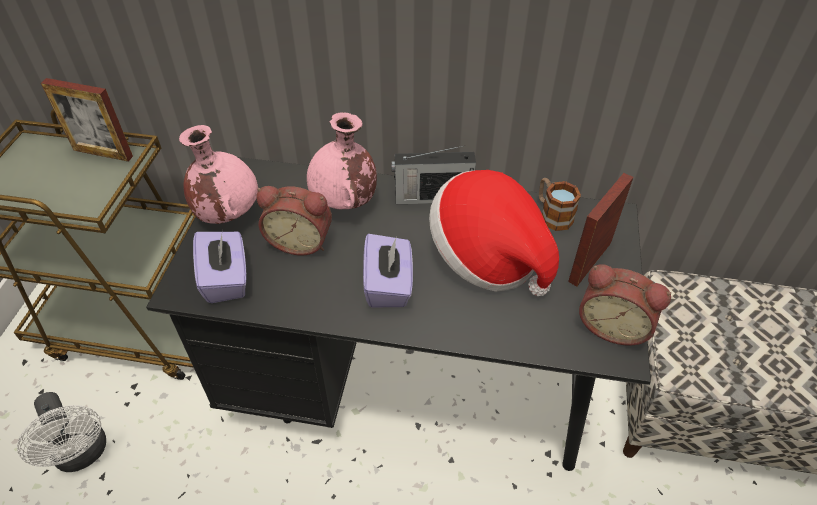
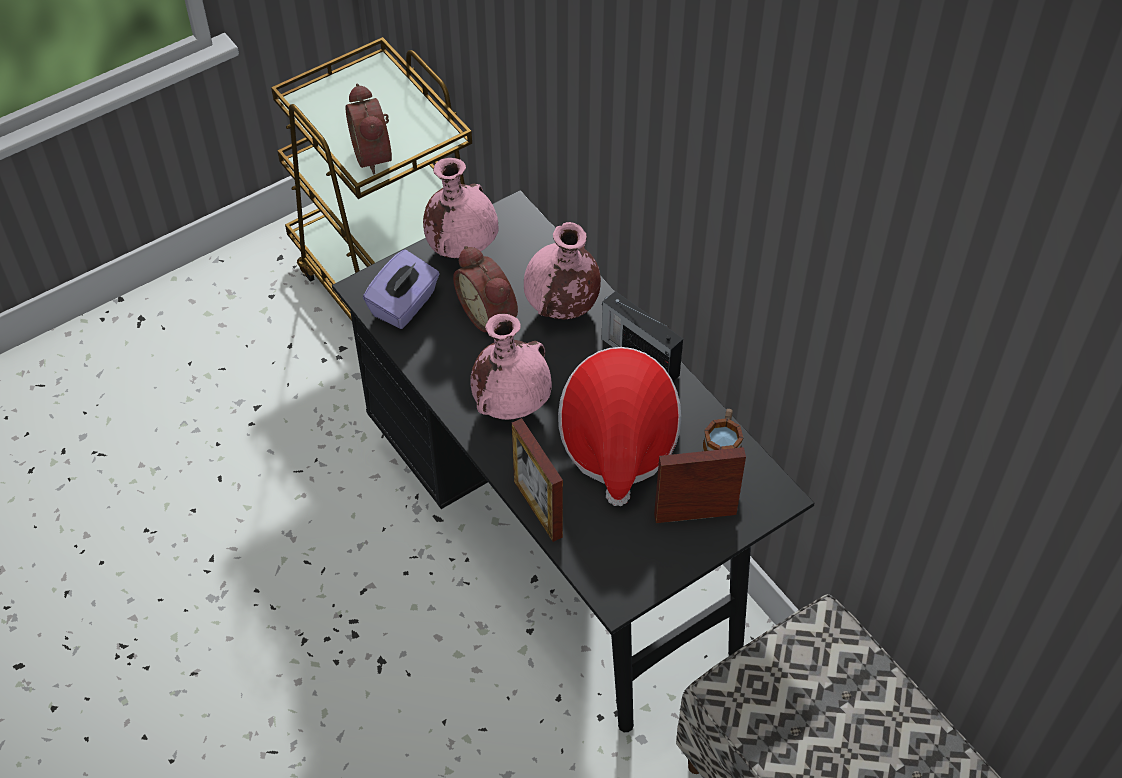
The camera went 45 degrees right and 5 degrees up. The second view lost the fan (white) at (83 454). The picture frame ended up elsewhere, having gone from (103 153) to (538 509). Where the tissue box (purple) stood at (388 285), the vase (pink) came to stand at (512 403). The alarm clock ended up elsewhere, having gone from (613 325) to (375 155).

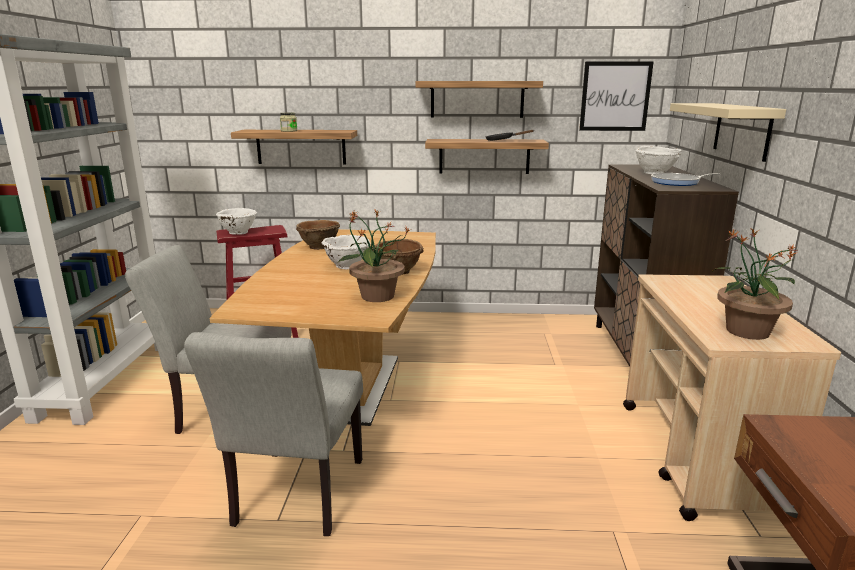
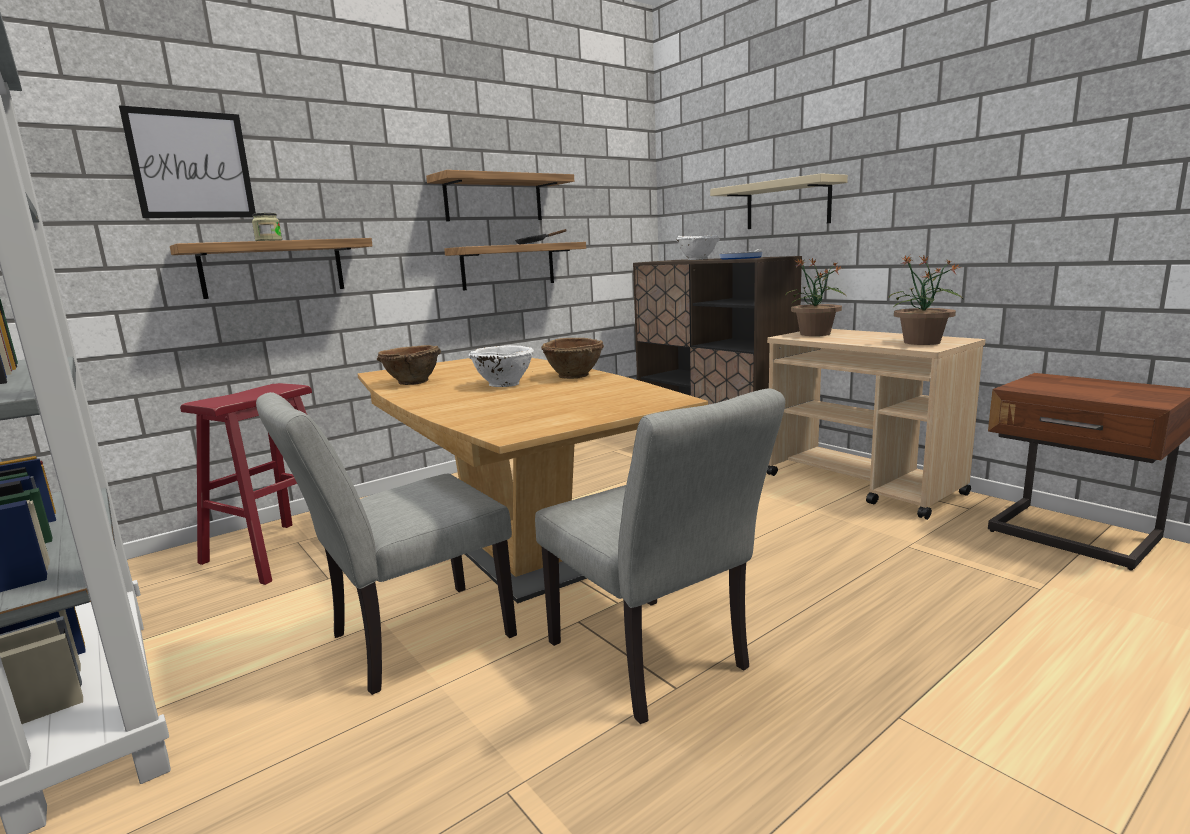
The camera went 40 degrees left and 5 degrees down. The second view lost the bowl (white) at (238 232). The potted plant ended up elsewhere, having gone from (376 296) to (815 334). The picture ended up elsewhere, having gone from (615 96) to (191 165).

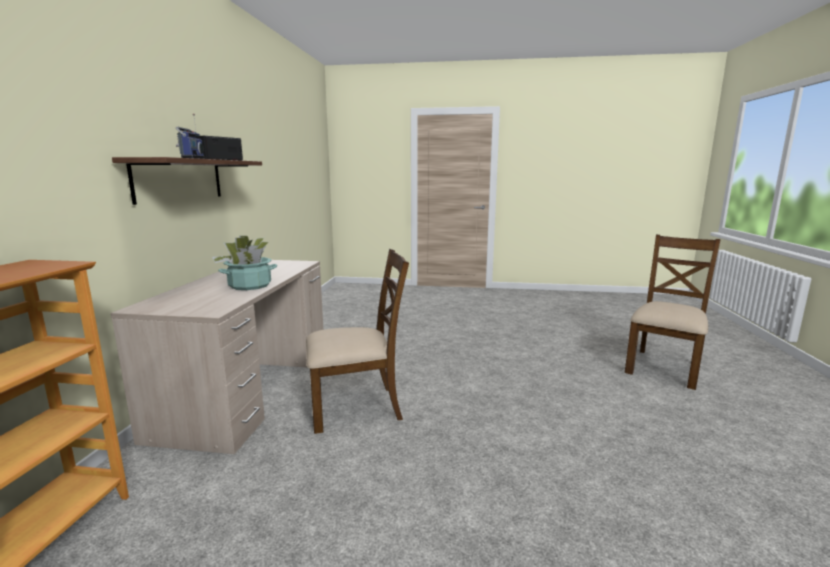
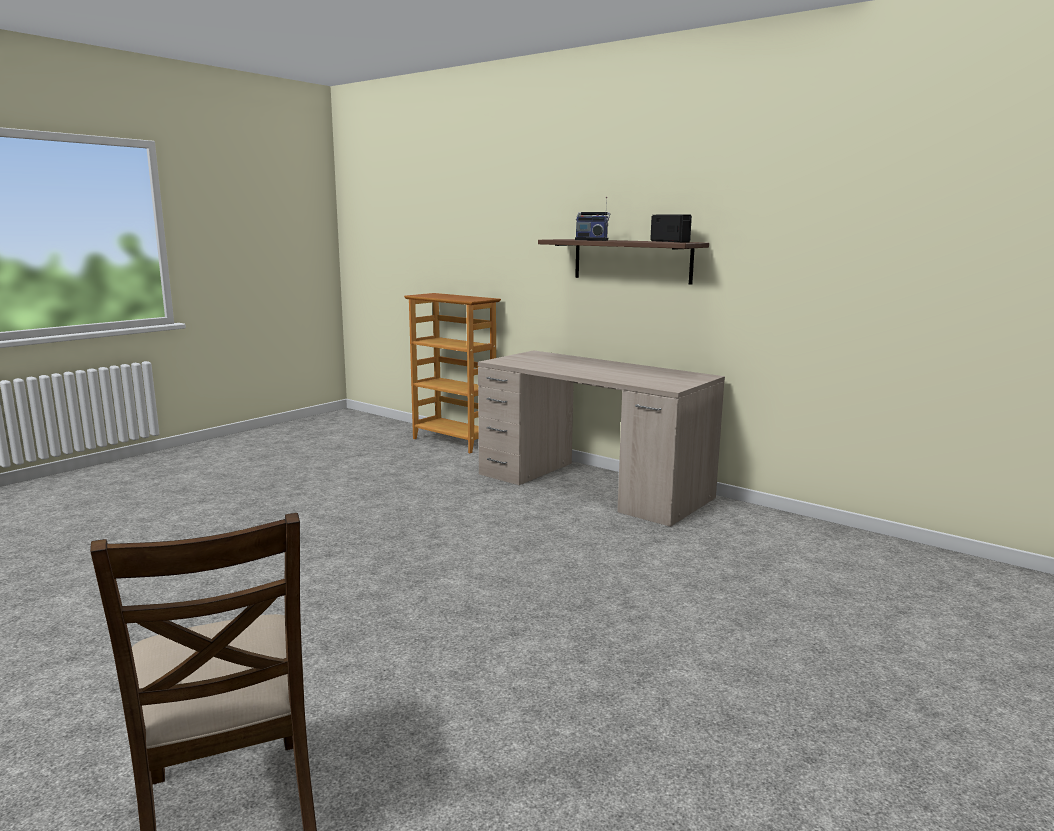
The camera went 120 degrees right and 0 degrees up. The second view lost the potted plant at (250 286). The second view lost the chair (brown) at (357 407).

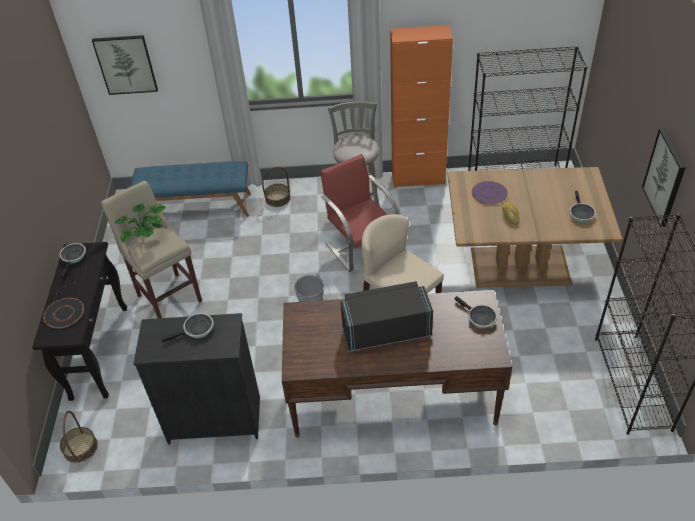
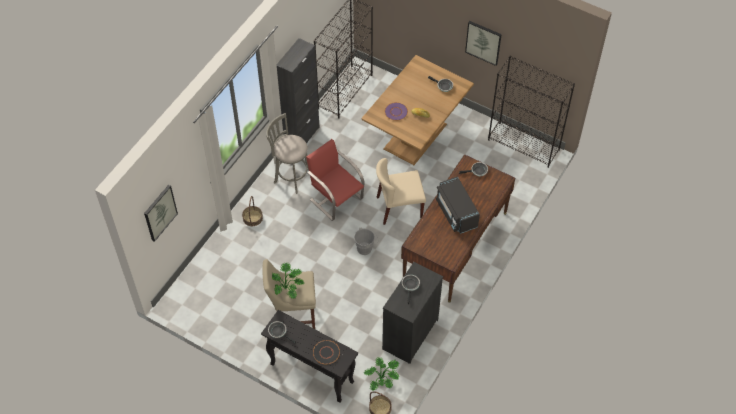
The camera went 60 degrees left and 10 degrees up. The second view lost the bench (blue) at (196 207). The chair (red) at (361 246) ended up facing another way, 45 degrees clockwise from before. The microwave (black) at (386 331) ended up facing another way, 45 degrees counterclockwise from before. What was the cabinet (orange) at (418 178) turned into the cabinet (black) at (301 136). The second view gained the potted plant at (382 380).

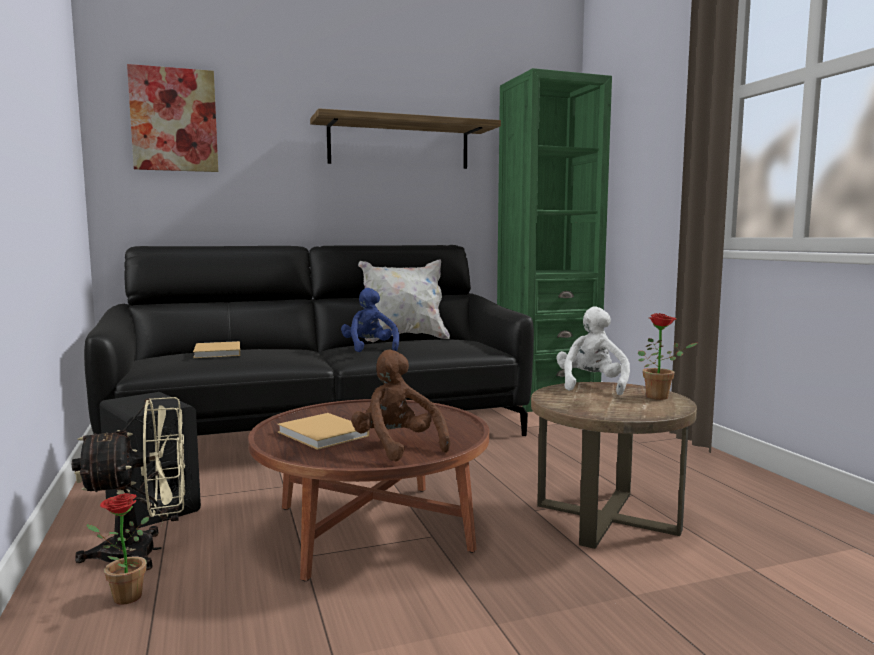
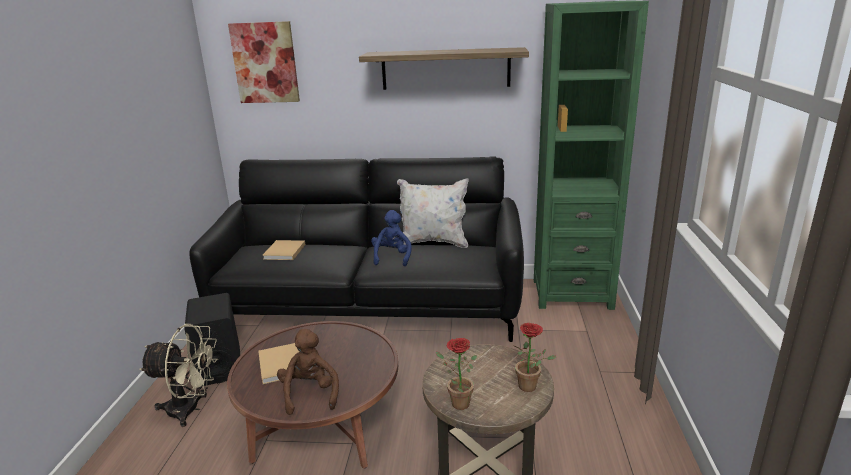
The camera went 25 degrees right and 15 degrees up. The potted plant ended up elsewhere, having gone from (121 597) to (456 403). The second view lost the plush toy (white) at (591 386).

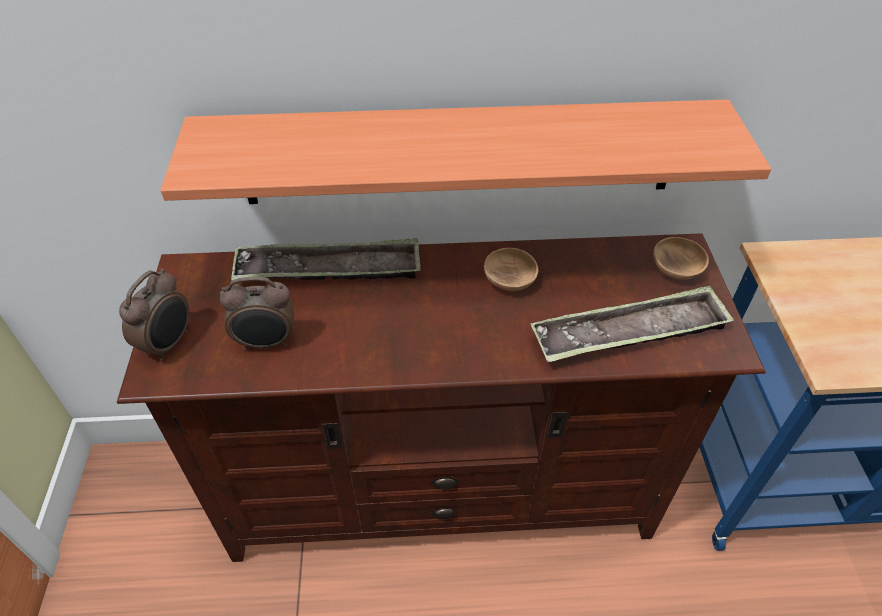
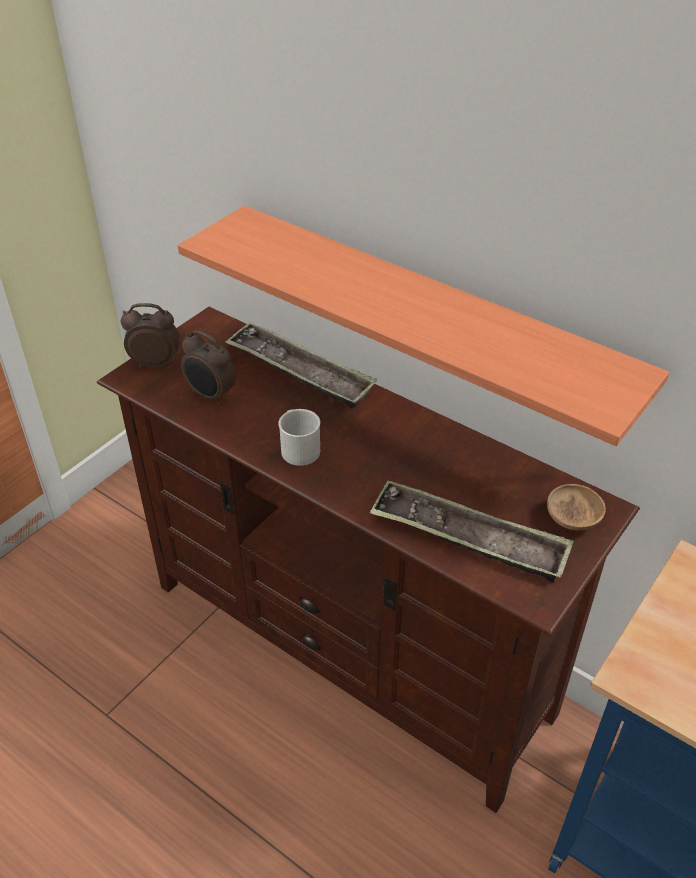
The camera went 40 degrees right and 5 degrees down. The alarm clock at (169 343) ended up facing another way, 150 degrees counterclockwise from before. The second view lost the bowl (brown) at (509 280). The second view gained the mug (white) at (298 447).

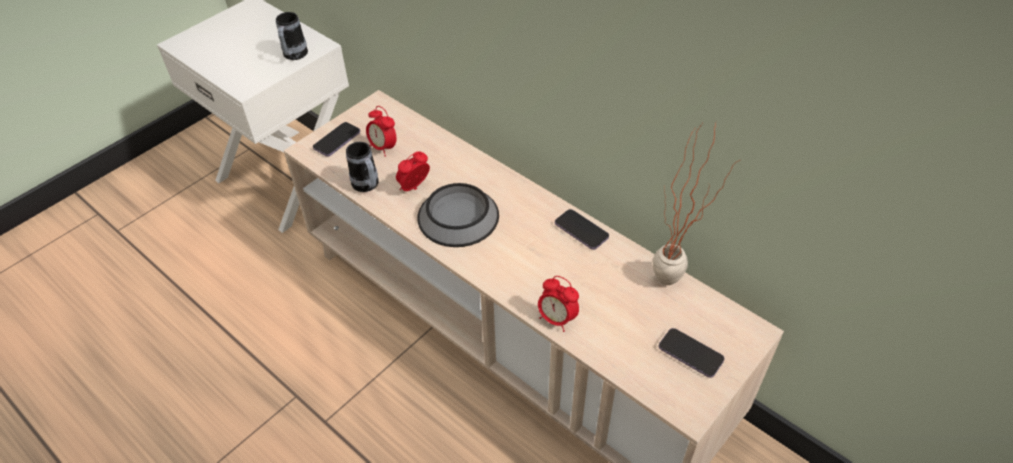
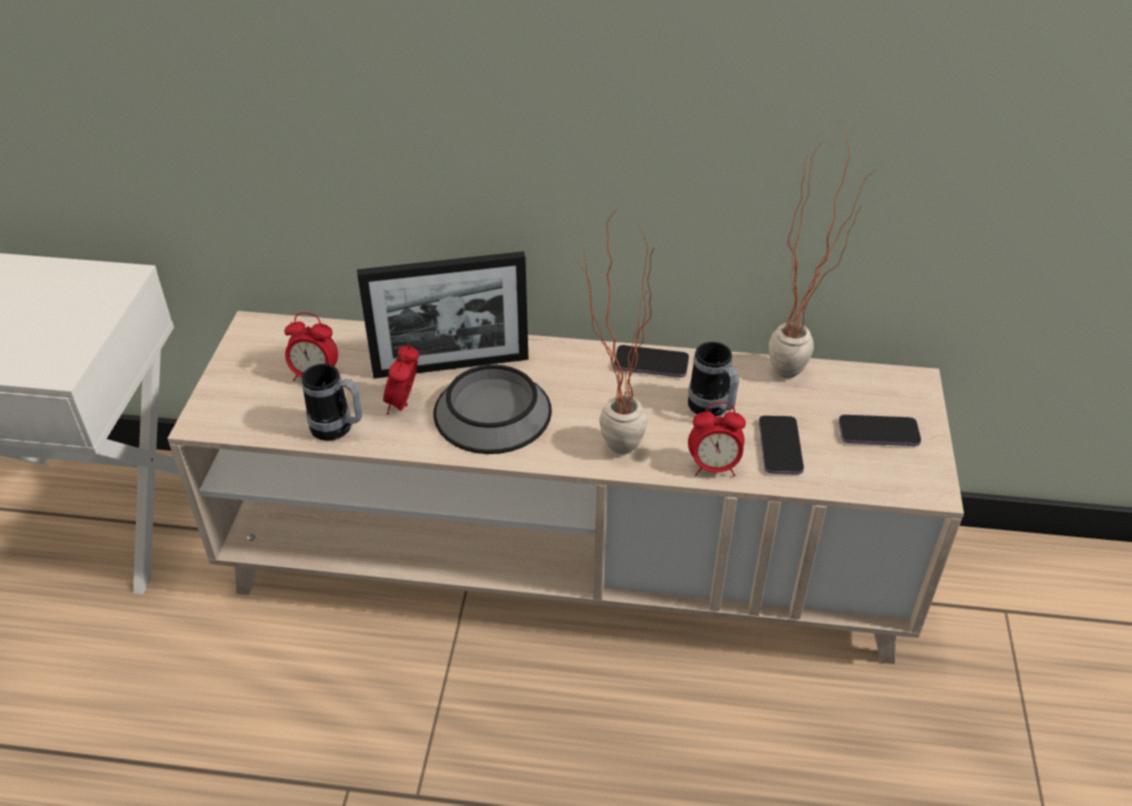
The camera went 35 degrees left and 5 degrees down. The mug ended up elsewhere, having gone from (294 56) to (712 410). The phone ended up elsewhere, having gone from (337 140) to (780 447). The second view gained the picture frame at (451 366). The second view gained the potted plant at (607 448).

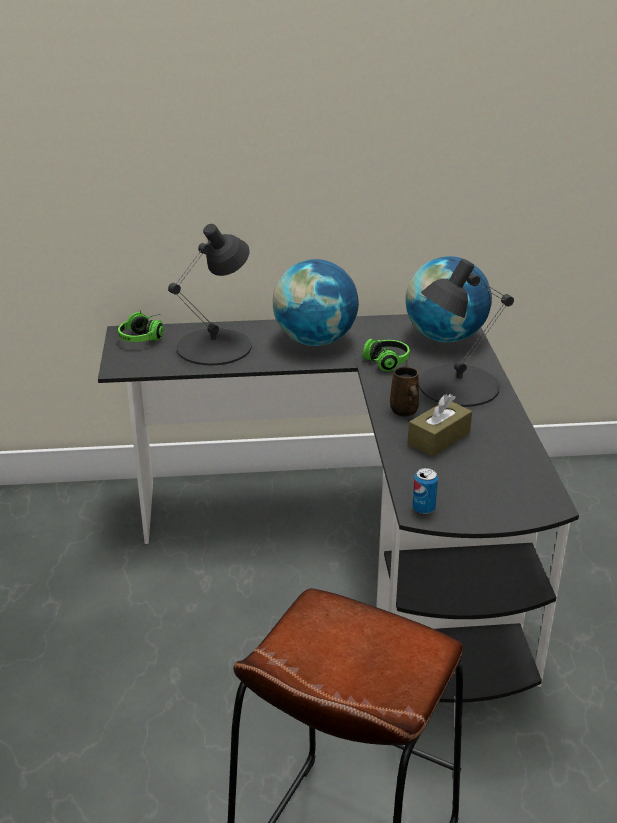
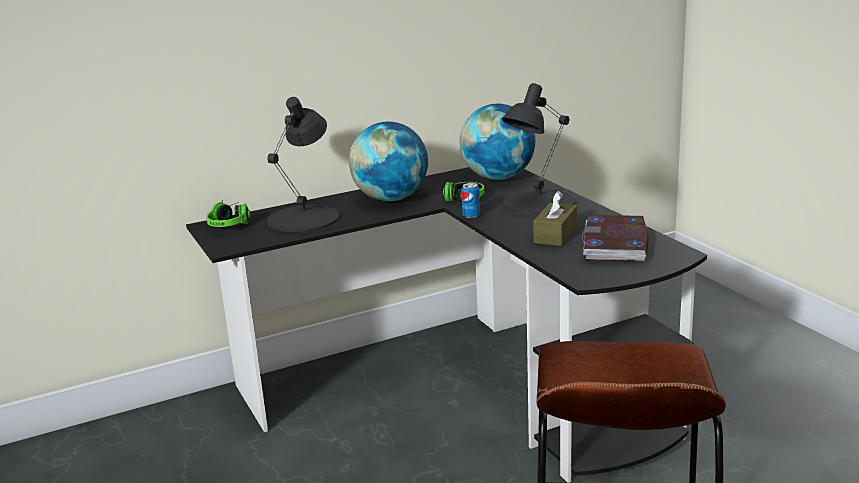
The camera went 20 degrees left and 10 degrees down. The second view lost the mug (brown) at (404 411). The can ended up elsewhere, having gone from (423 508) to (471 215). The second view gained the book at (615 243).

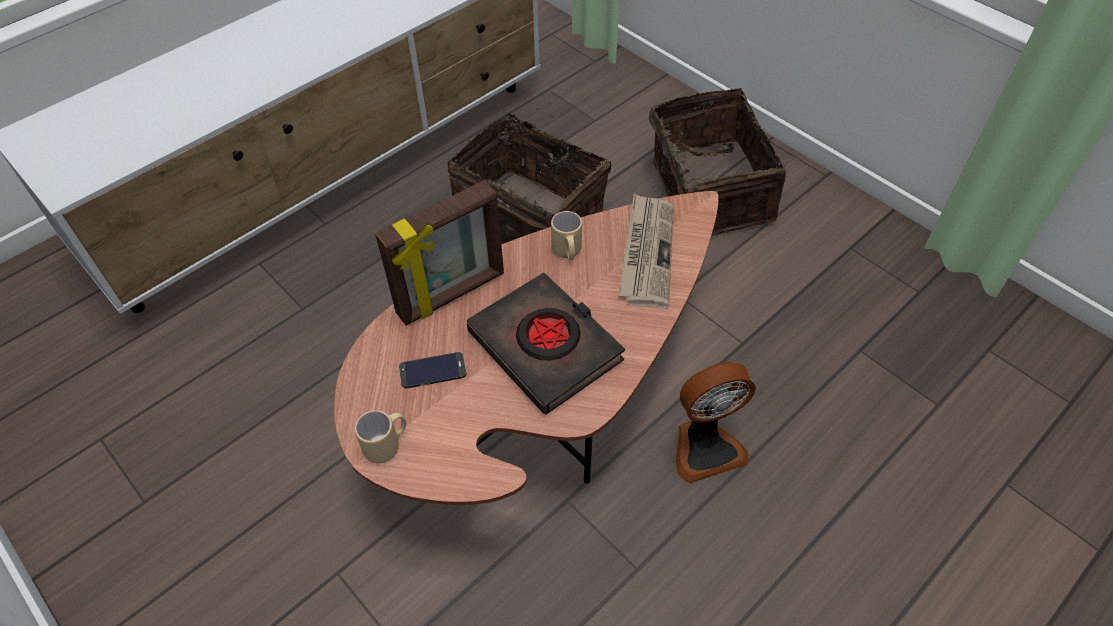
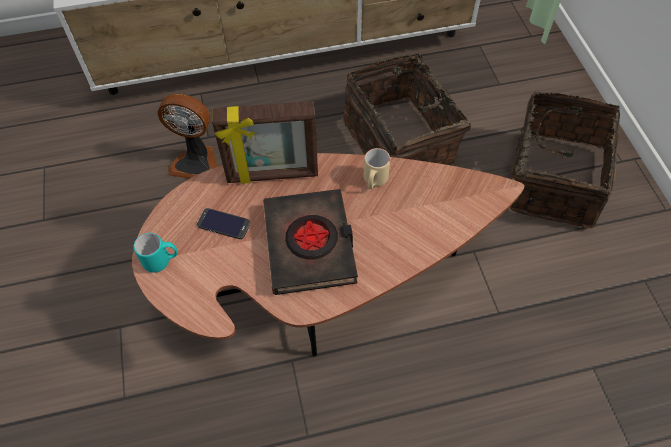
The camera went 30 degrees right and 5 degrees up. What was the mug (beige) at (387 445) turned into the mug (turquoise) at (161 261). The second view lost the newspaper at (646 252). The fan ended up elsewhere, having gone from (705 447) to (197 162).

